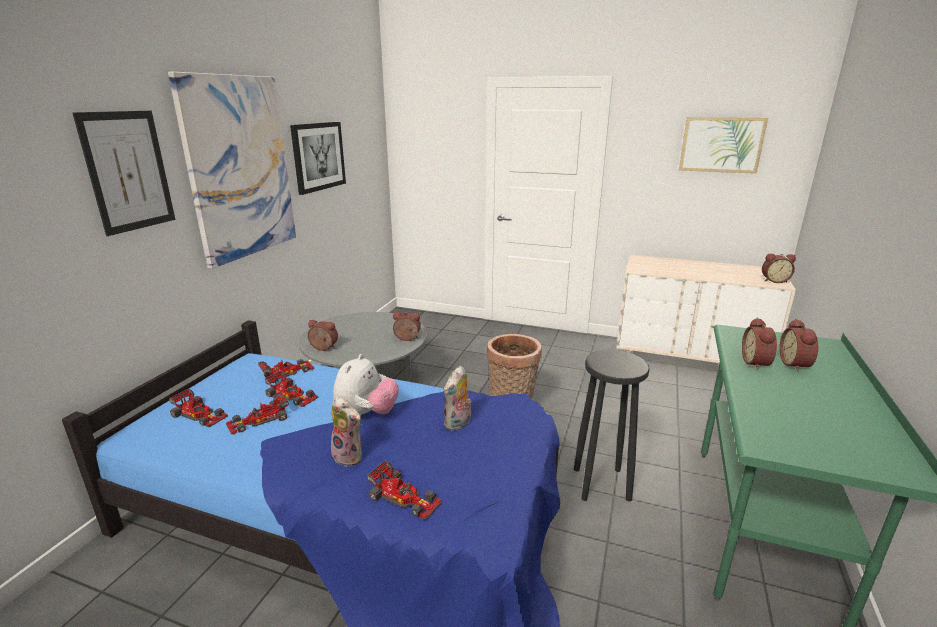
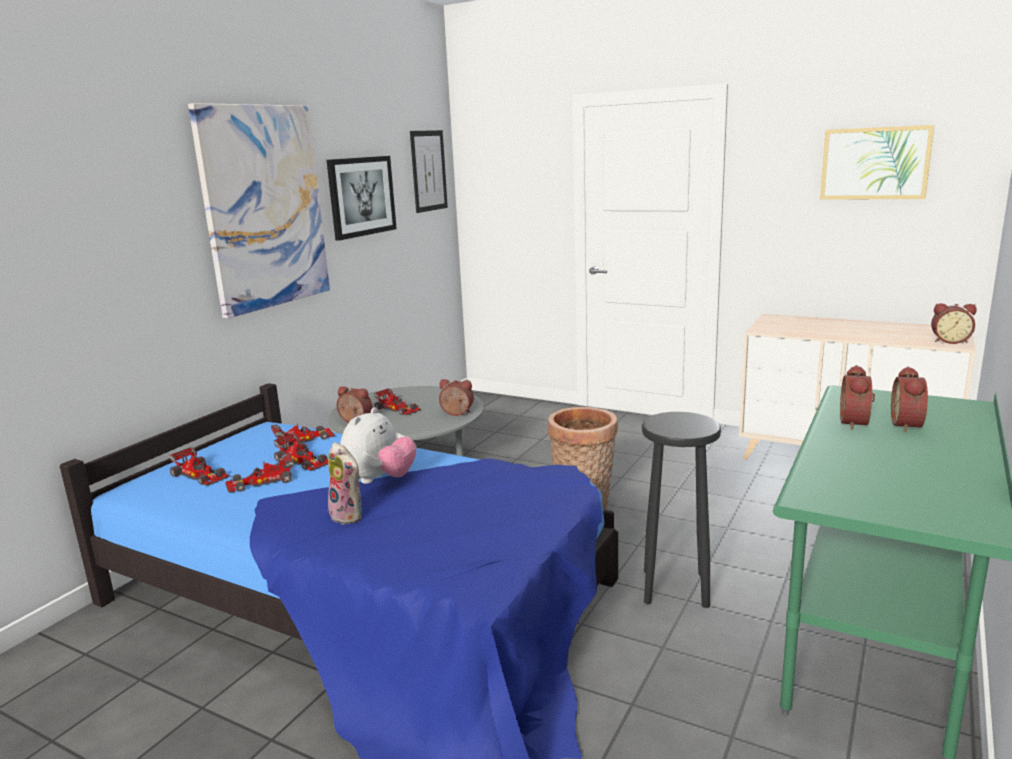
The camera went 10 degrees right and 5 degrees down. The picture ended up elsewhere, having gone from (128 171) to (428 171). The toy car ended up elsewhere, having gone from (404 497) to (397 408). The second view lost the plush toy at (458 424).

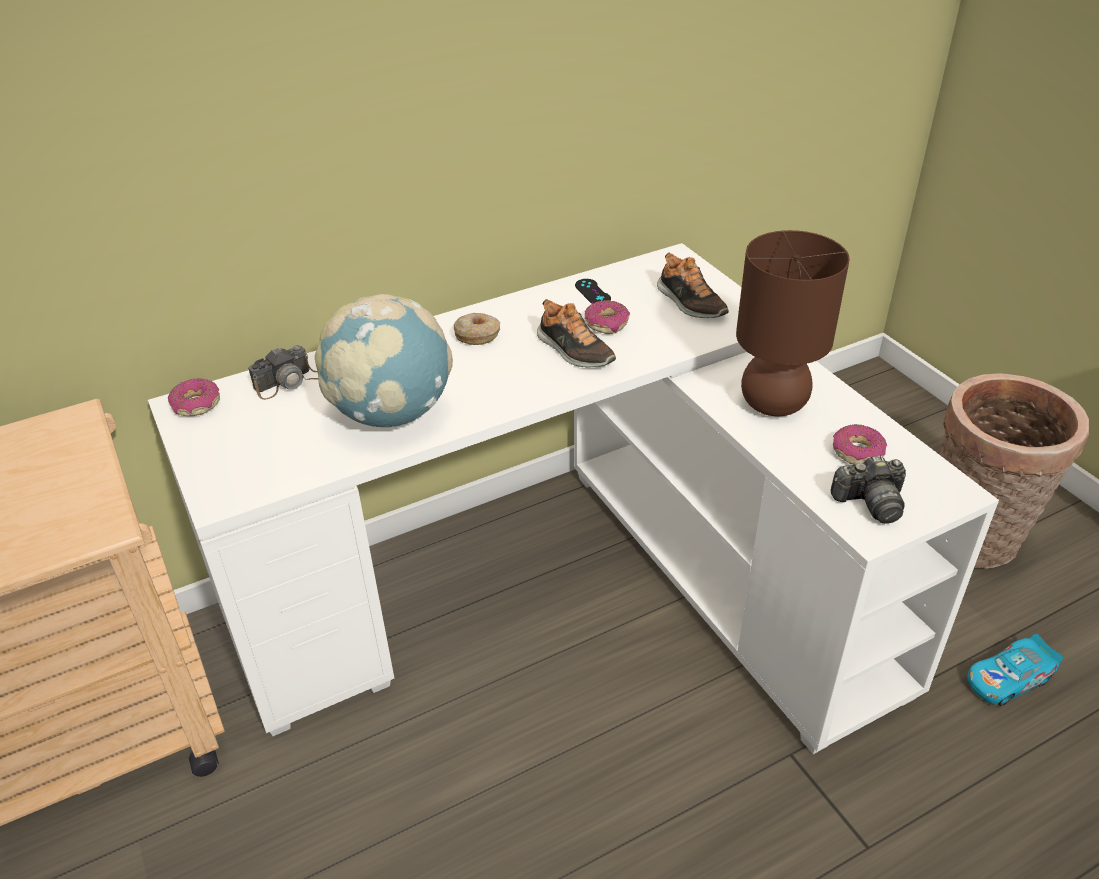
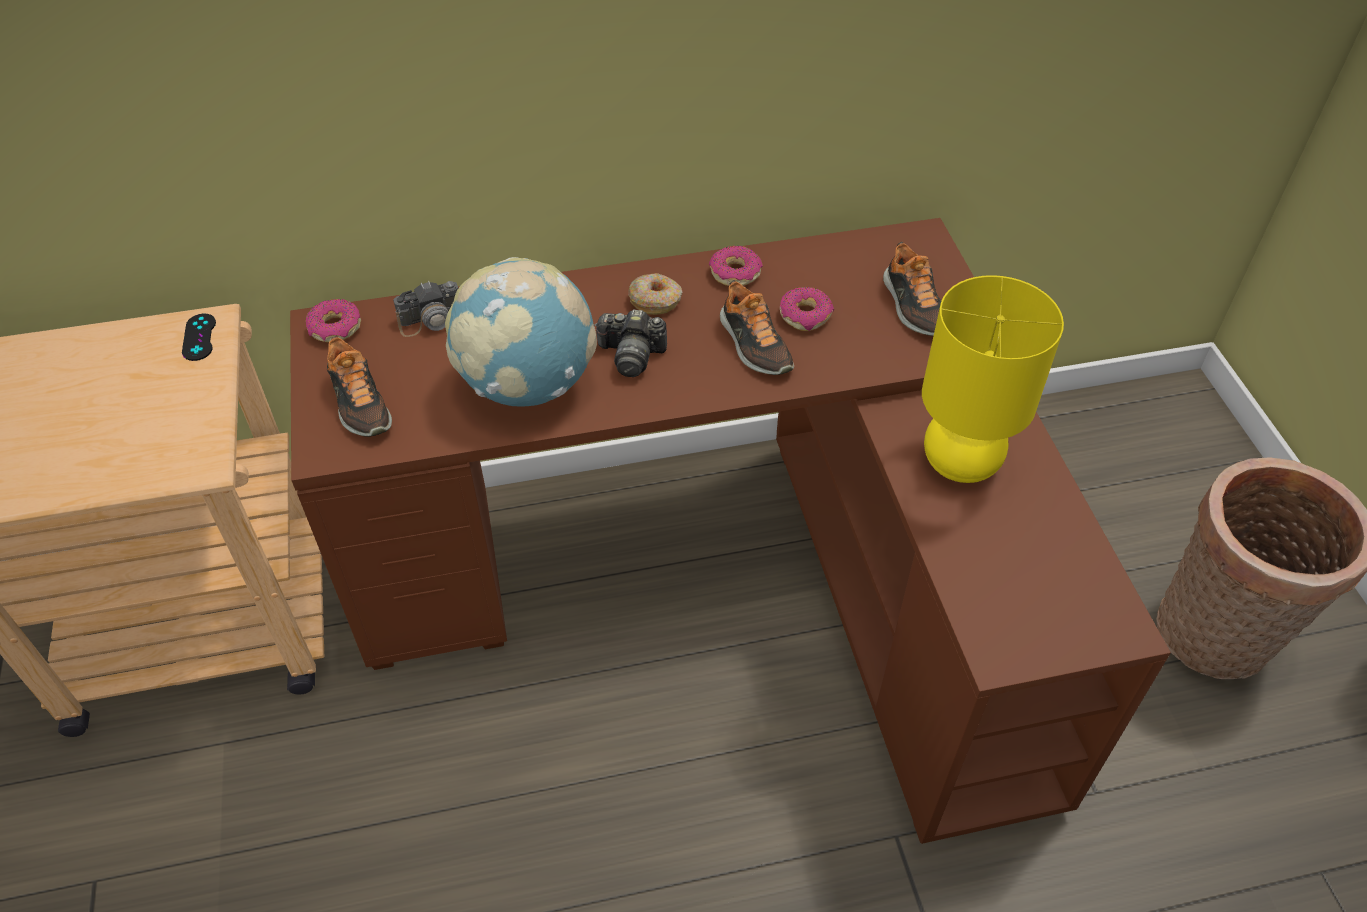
The camera went 15 degrees right and 10 degrees up. What was the desk (white) at (571 586) turned into the desk (brown) at (727 580). The game controller (black) ended up elsewhere, having gone from (592 292) to (199 337). What was the table lamp (brown) at (774 404) turned into the table lamp (yellow) at (961 463). The photo camera ended up elsewhere, having gone from (870 503) to (631 355). The donut ended up elsewhere, having gone from (857 452) to (735 273). The second view lost the toy car at (1008 679). The second view gained the shoe at (359 403).

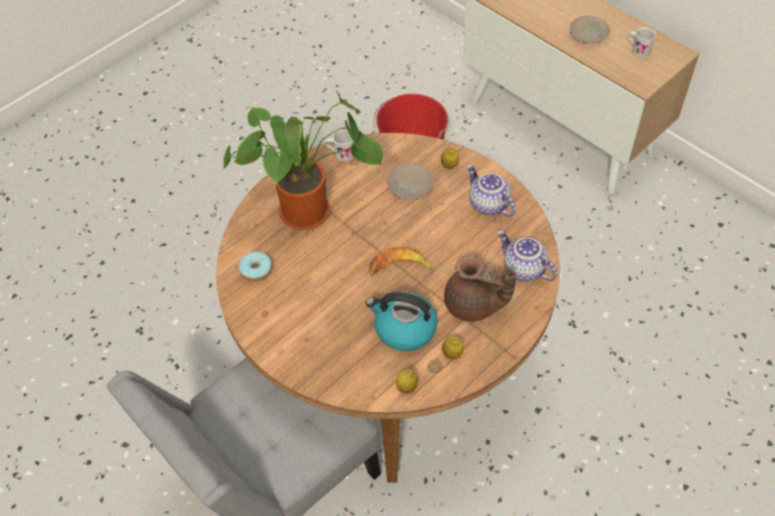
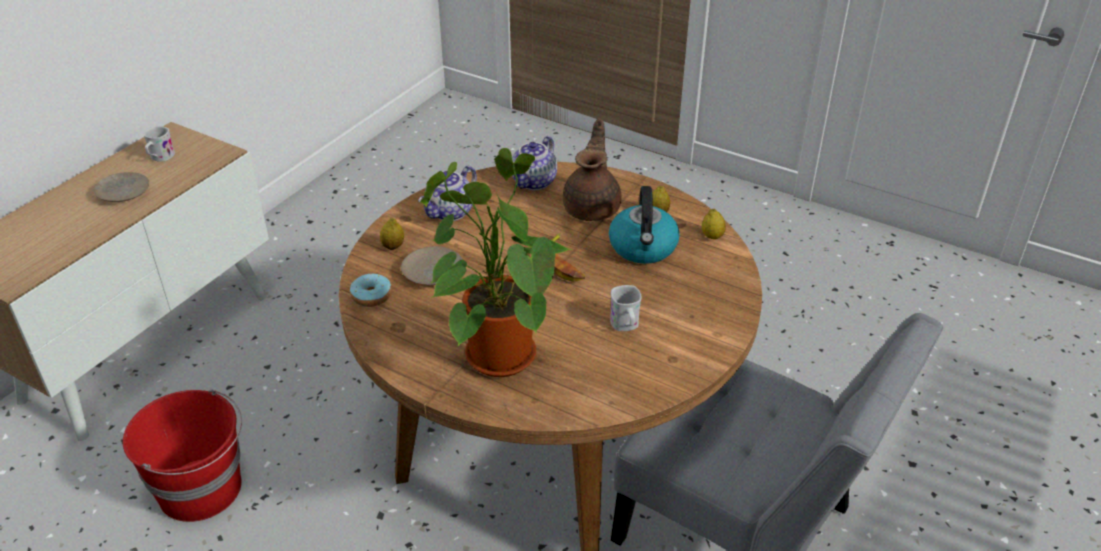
The camera went 105 degrees left and 15 degrees down. The donut ended up elsewhere, having gone from (256 270) to (371 296). The mug (white) ended up elsewhere, having gone from (341 154) to (625 326).

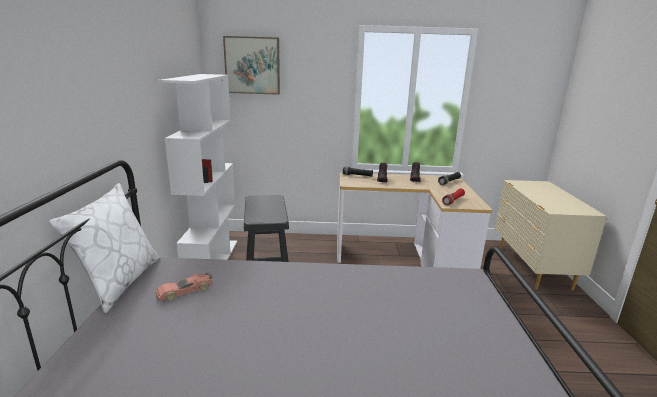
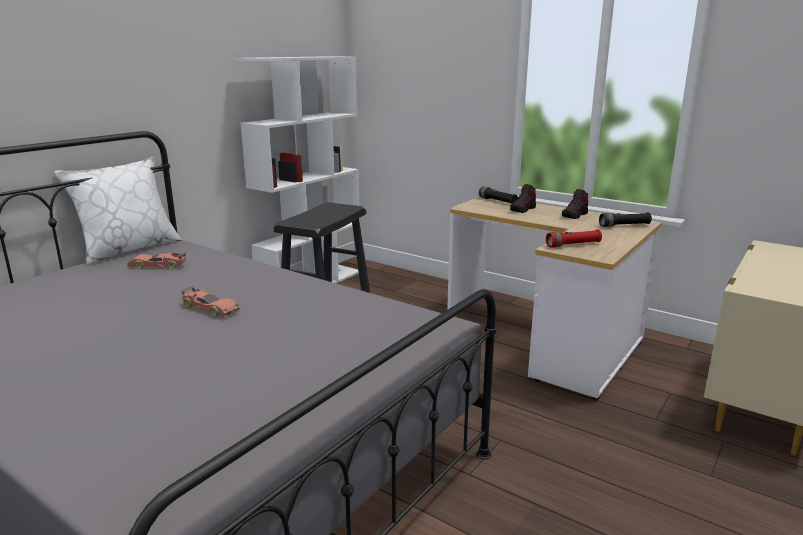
The camera went 35 degrees right and 0 degrees up. The second view lost the picture at (252 65). The second view gained the toy car at (209 309).

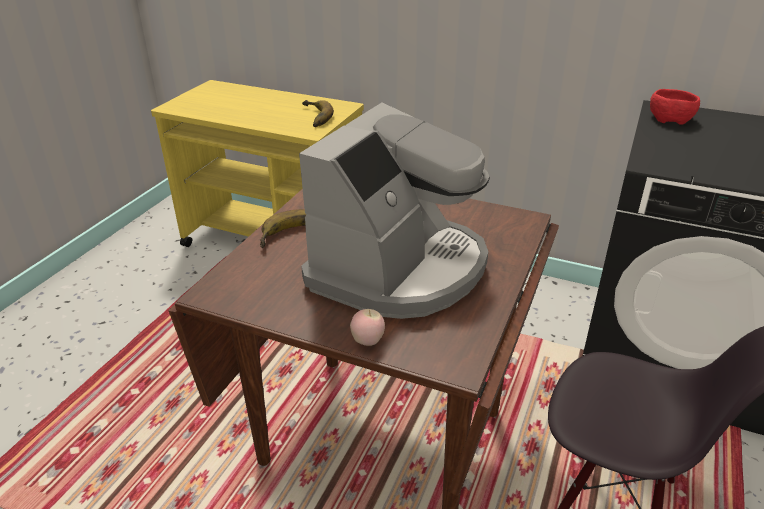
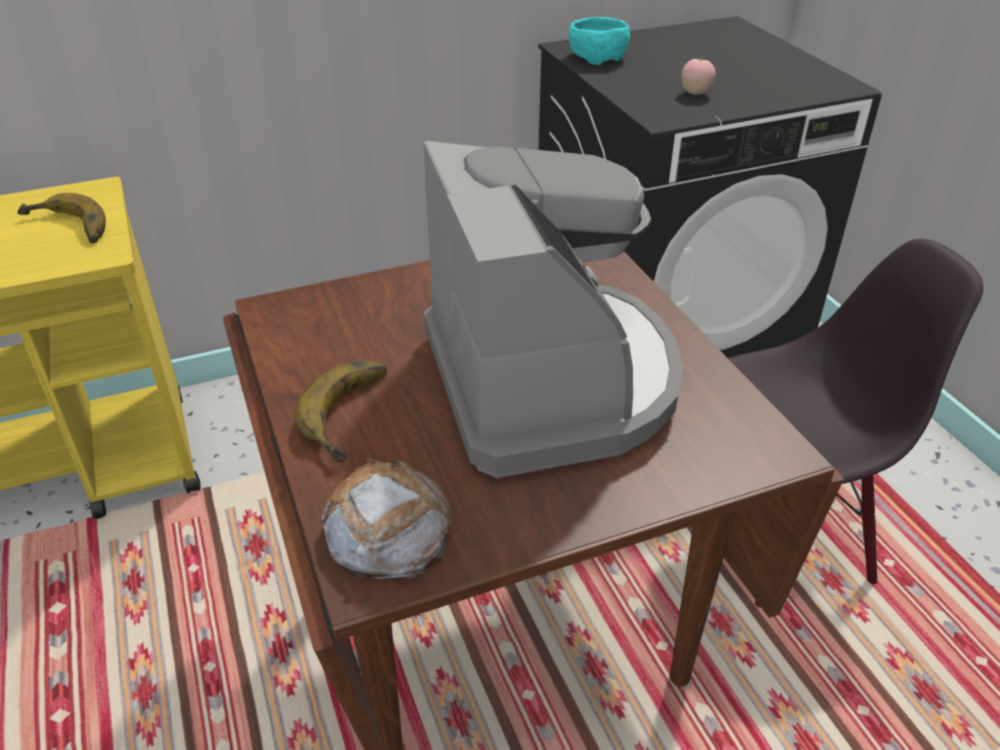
The camera went 45 degrees left and 5 degrees up. The apple ended up elsewhere, having gone from (367 341) to (695 93). What was the bowl (red) at (669 118) turned into the bowl (turquoise) at (596 57). The second view gained the bread at (386 530).

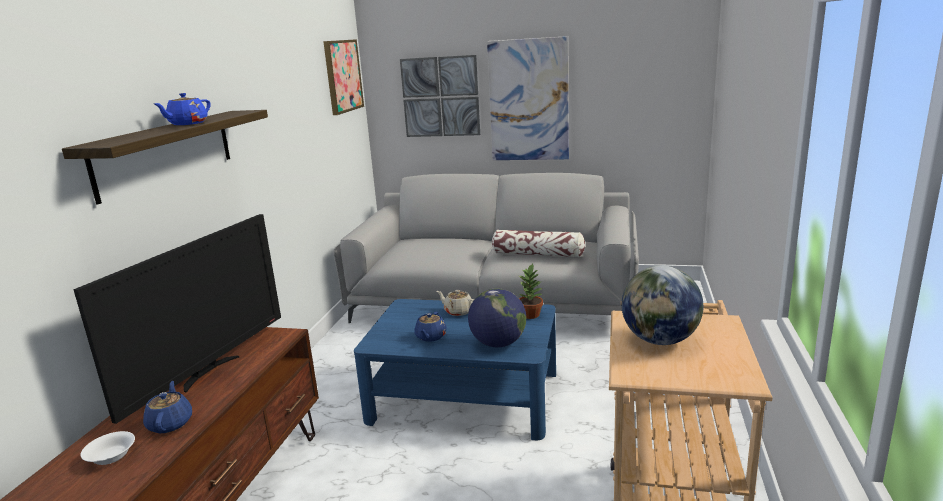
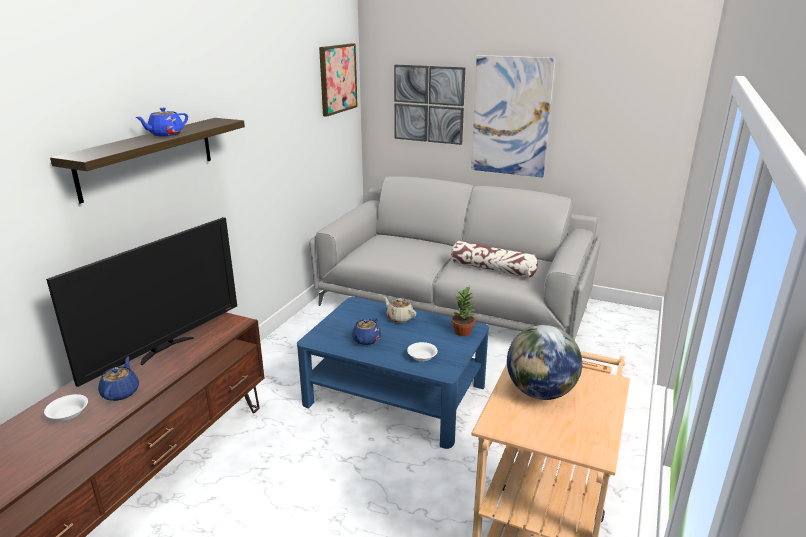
The camera went 10 degrees right and 5 degrees up. Where the globe stood at (498 344), the bowl (white) came to stand at (422 357).

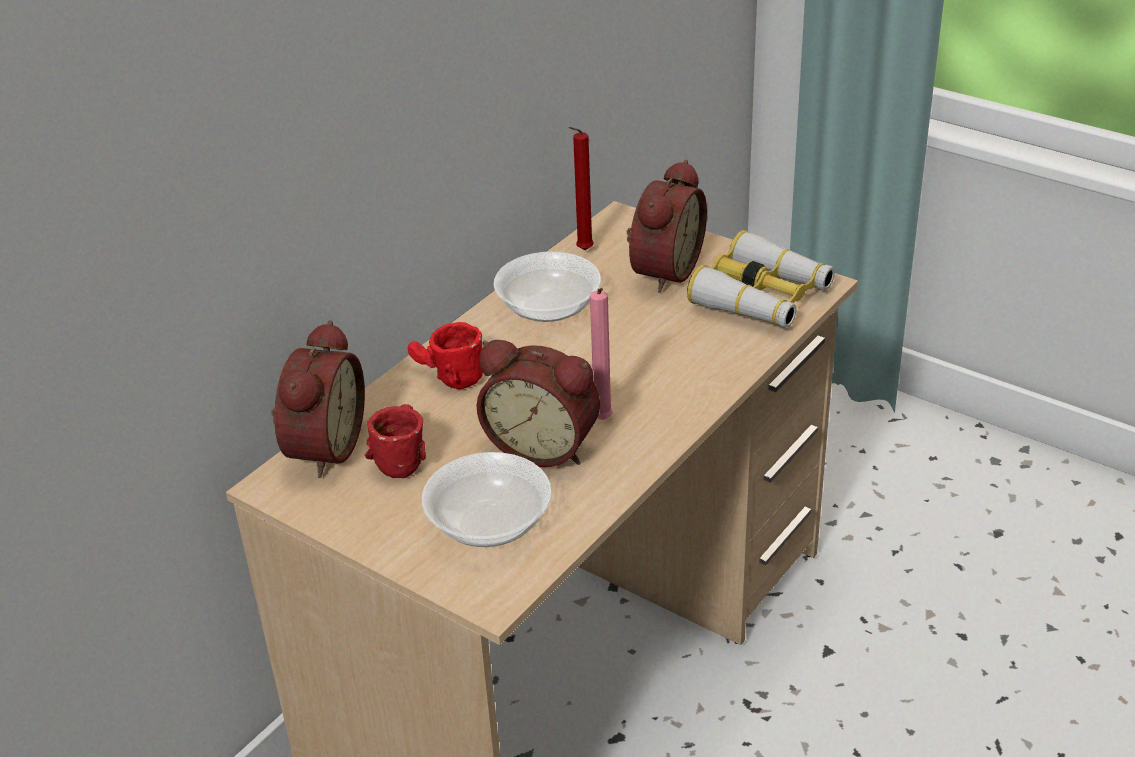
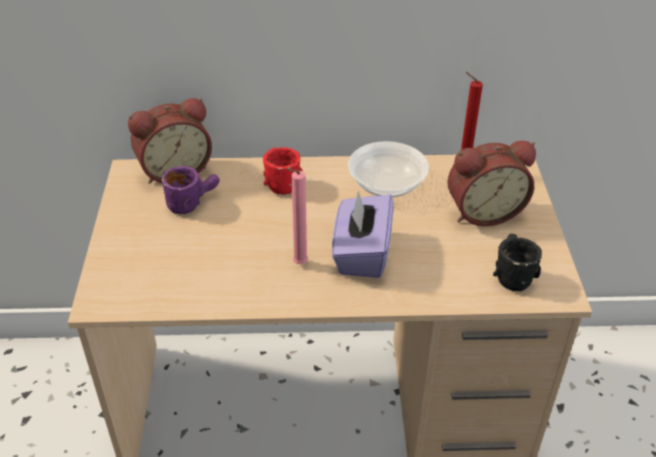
The camera went 50 degrees right and 5 degrees up. What was the mug (red) at (399 455) turned into the mug (purple) at (192 201). The second view lost the bowl at (490 524). The second view lost the alarm clock at (544 445). Where the binoculars stood at (762 297), the mug (black) came to stand at (509 272). The second view gained the tissue box (purple) at (361 253).

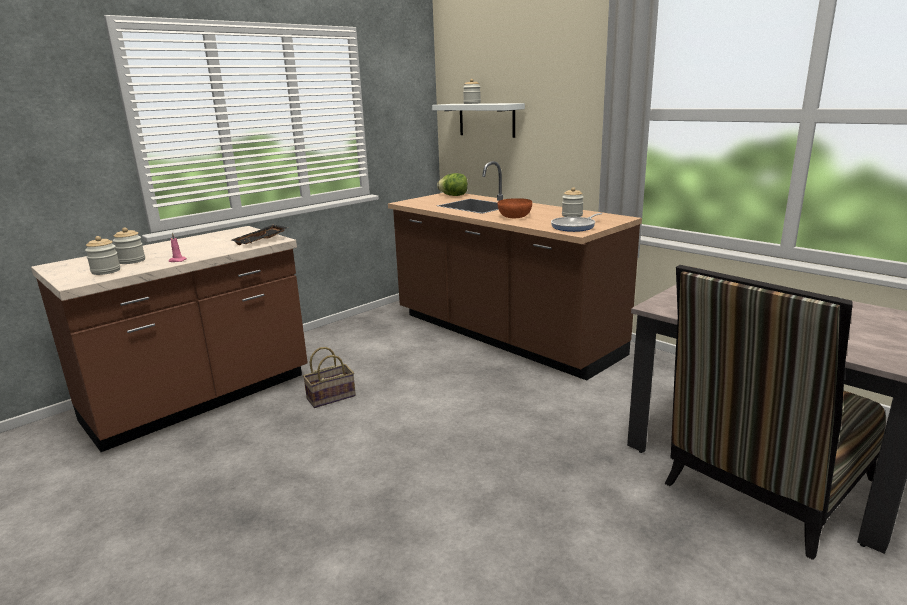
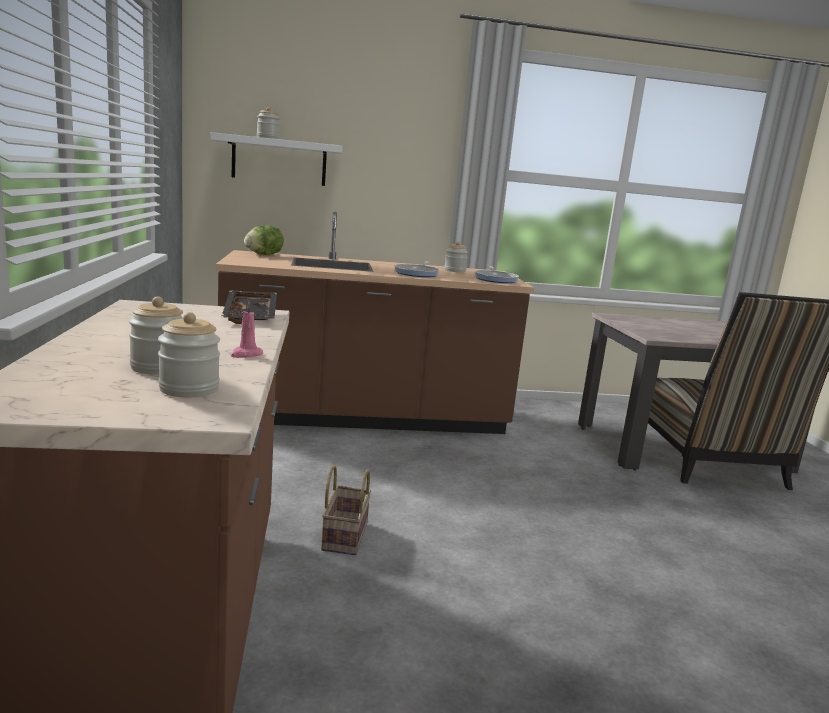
The camera went 55 degrees left and 5 degrees down. Where the bowl (orange) stood at (515 217), the frying pan came to stand at (417 273).

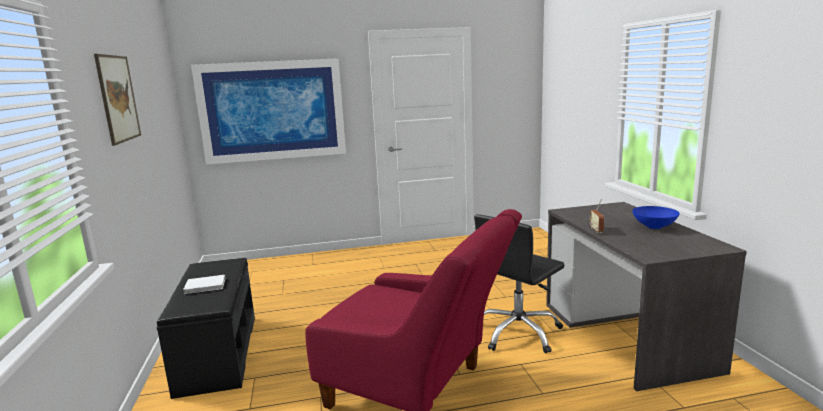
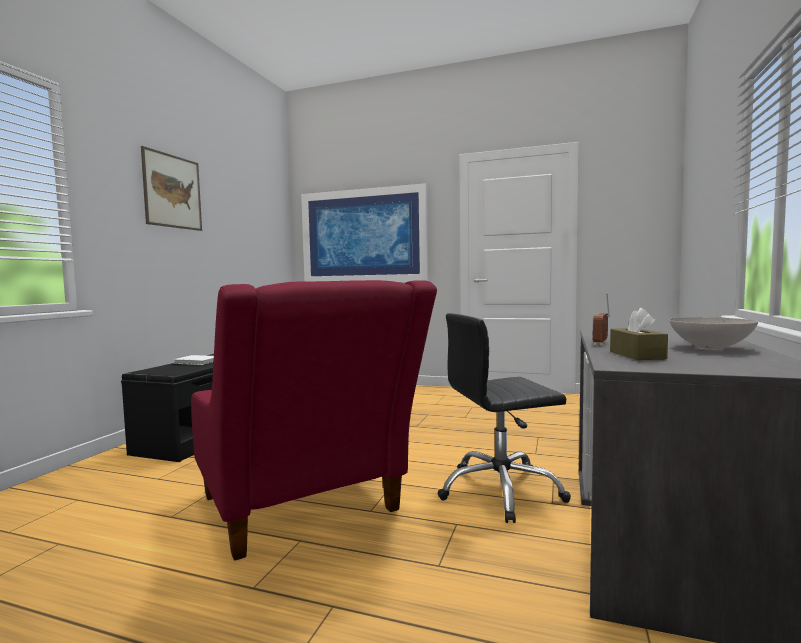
The camera went 30 degrees right and 10 degrees down. What was the bowl (blue) at (654 227) turned into the bowl (white) at (712 348). The second view gained the tissue box (brown) at (637 355).

